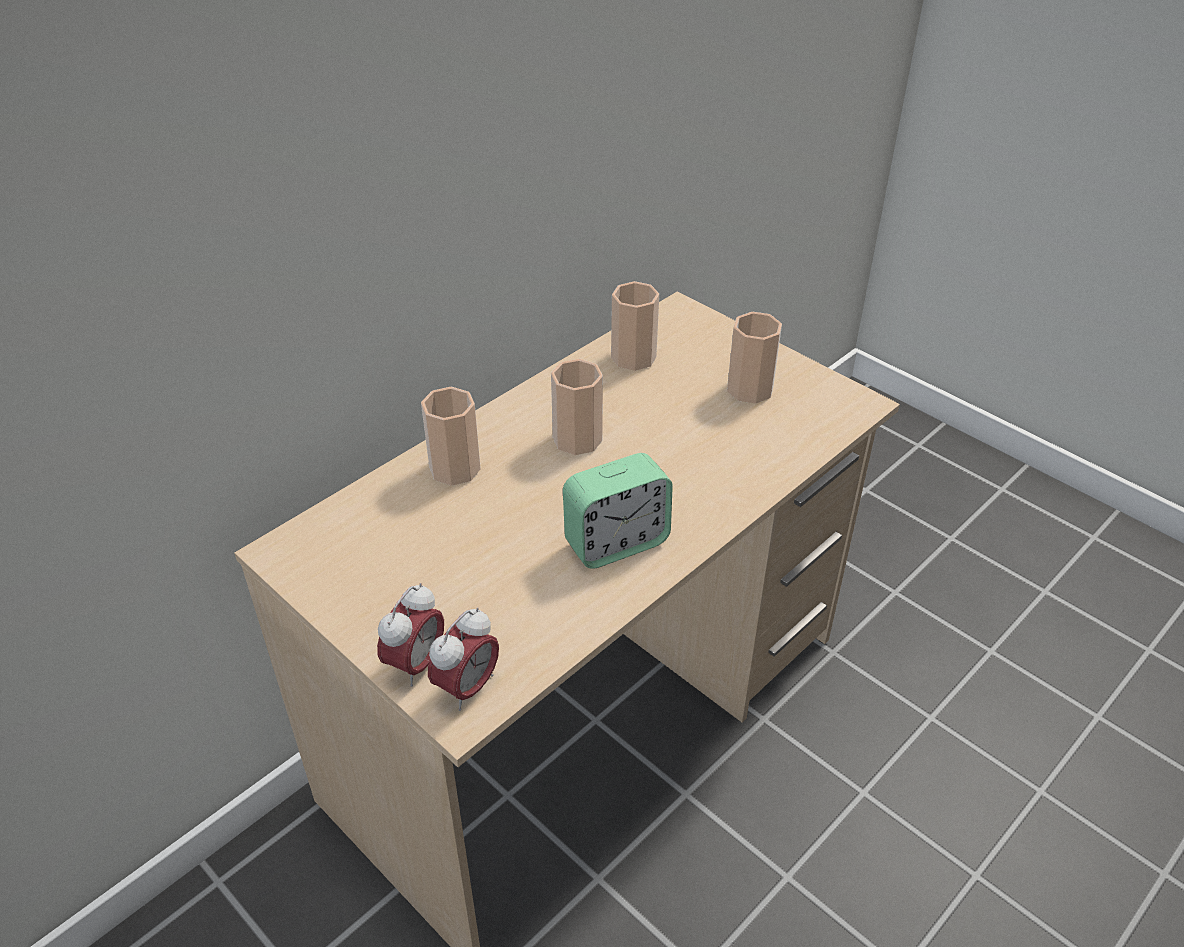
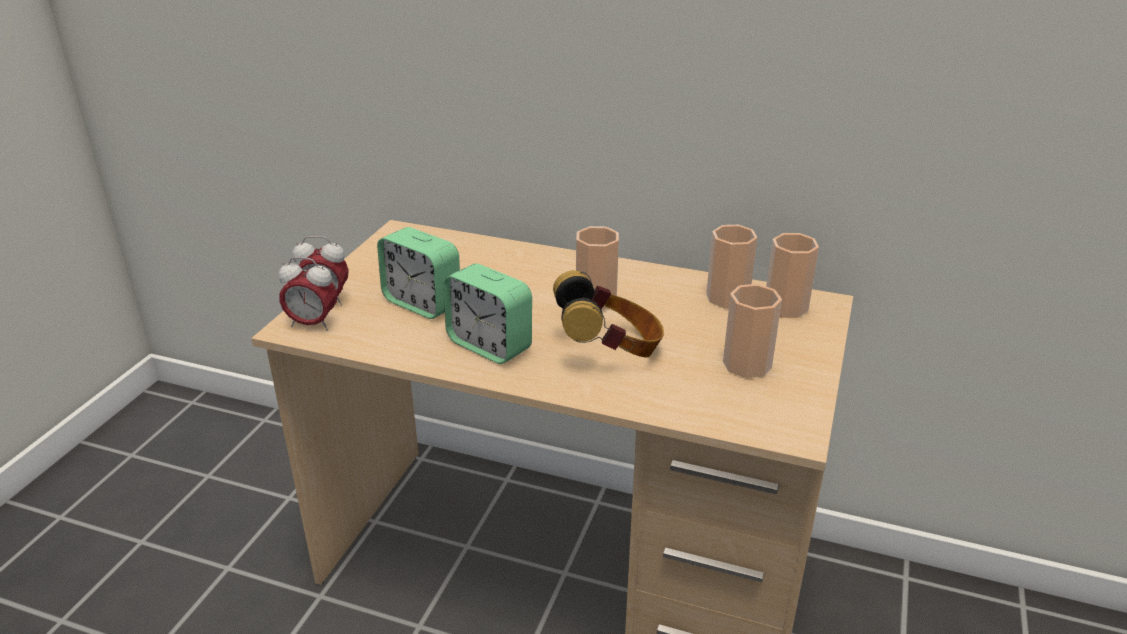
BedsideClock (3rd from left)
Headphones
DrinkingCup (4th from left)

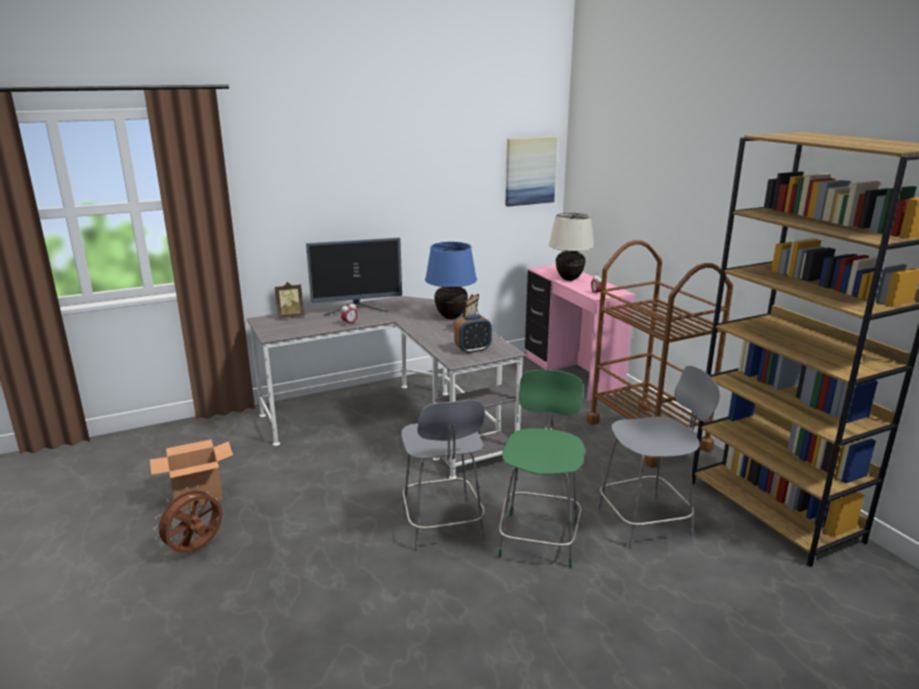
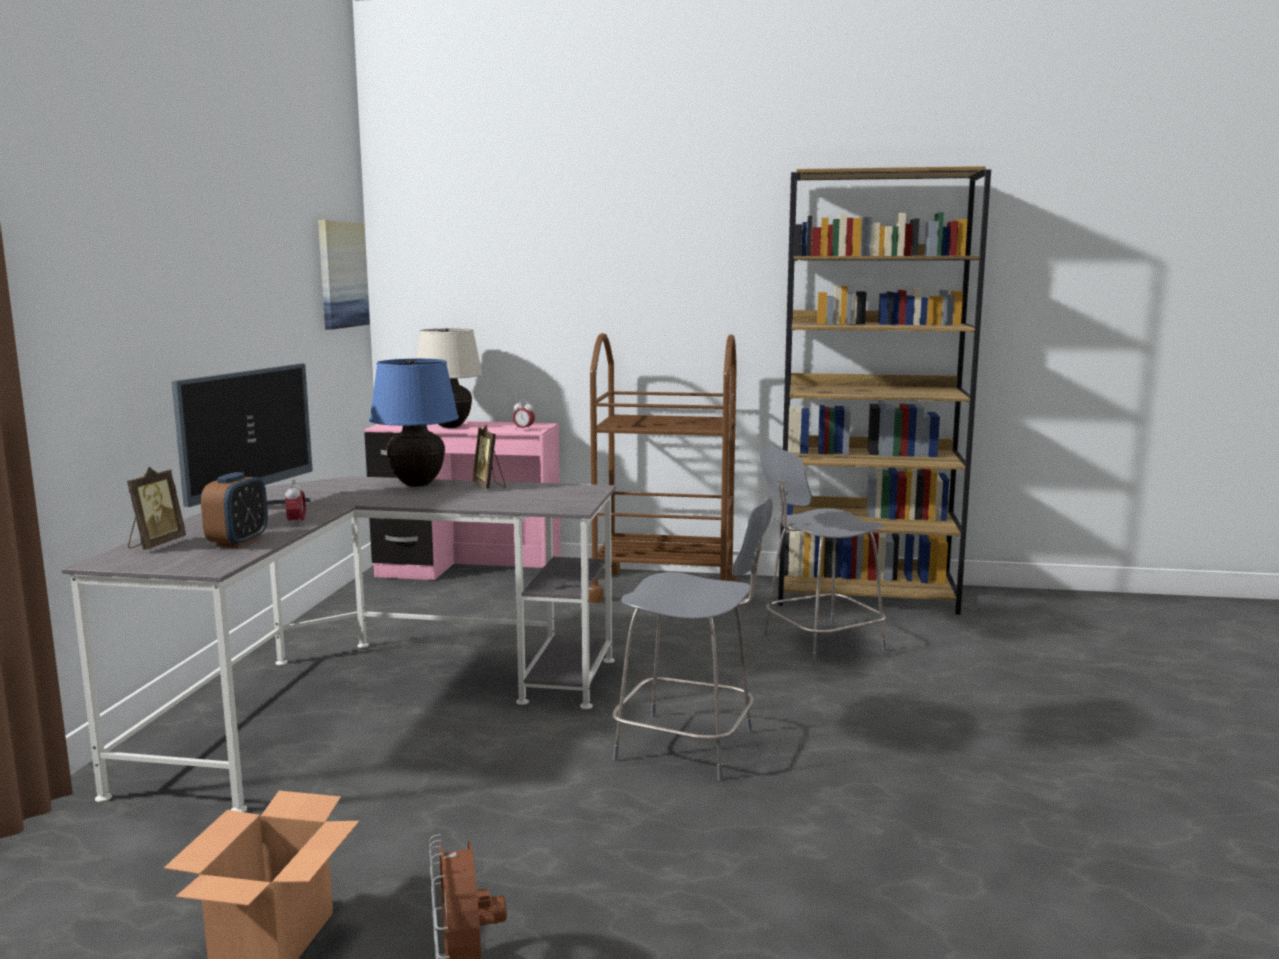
BedsideClock (1st from left)
GrayPlainChair (2nd from left)
GreenColouredPlainChair

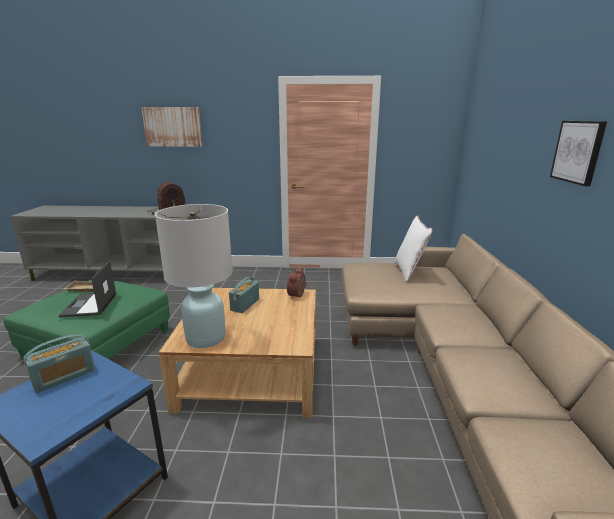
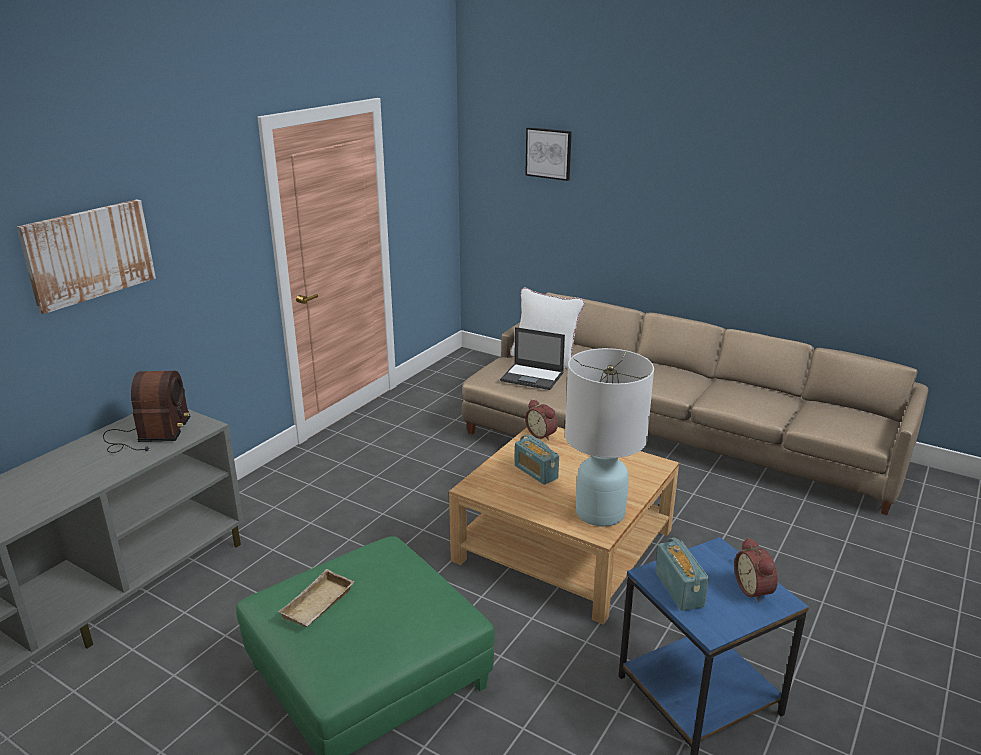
NotebookComputer
WallArt (2nd from left)
BedsideClock (2nd from left)

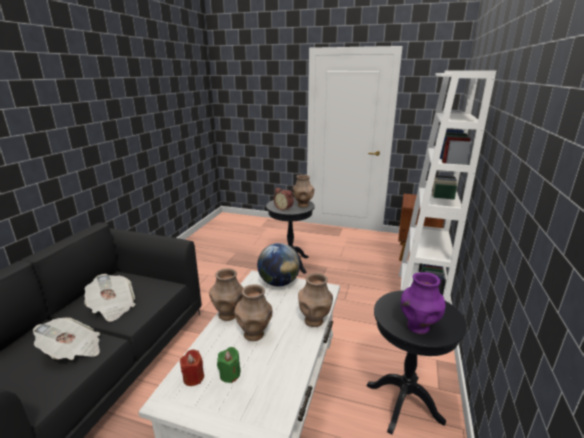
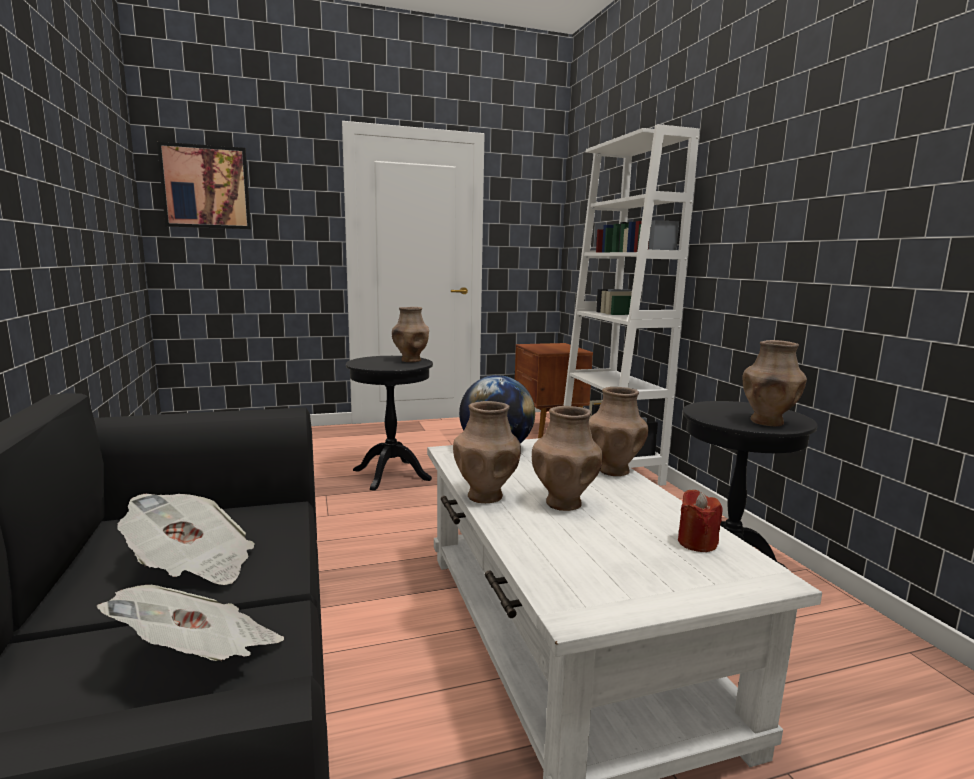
WallArt
RedCandle
BrownColouredFlowerVase (5th from left)
GreenColouredCandle
BedsideClock

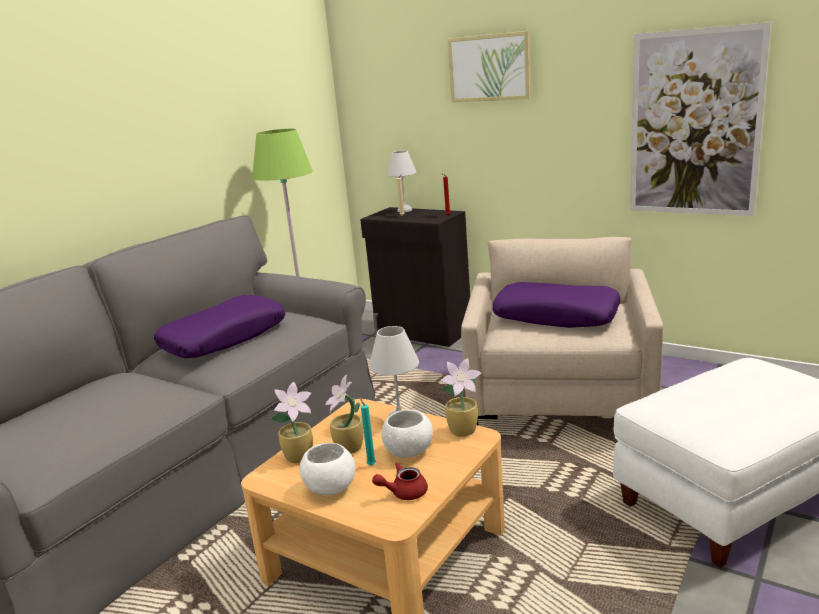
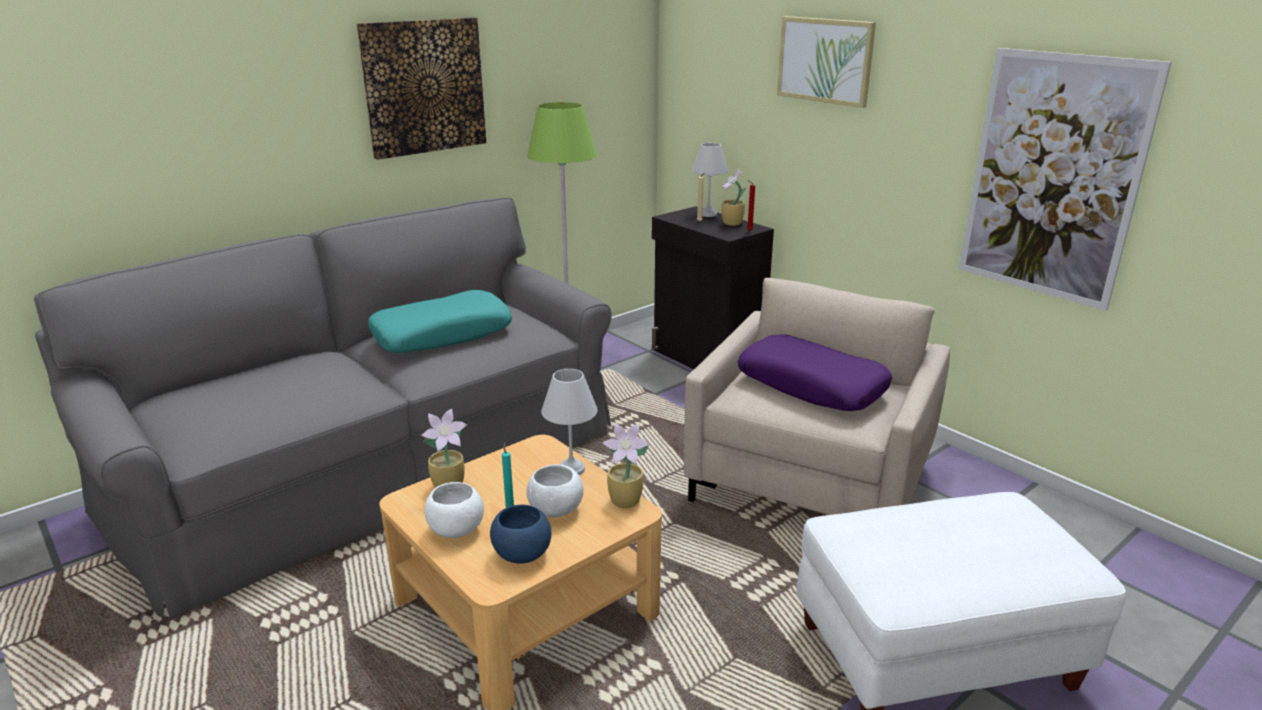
WallArt (1st from left)
TurquoiseColouredCushion
BlueColouredBowl
Houseplant (3rd from left)

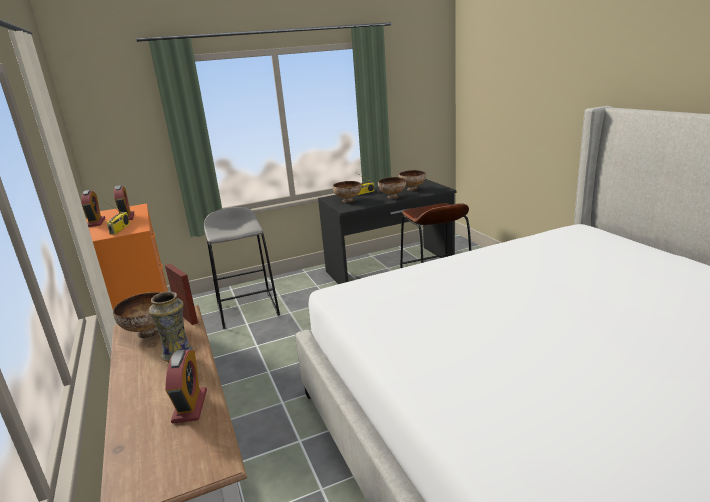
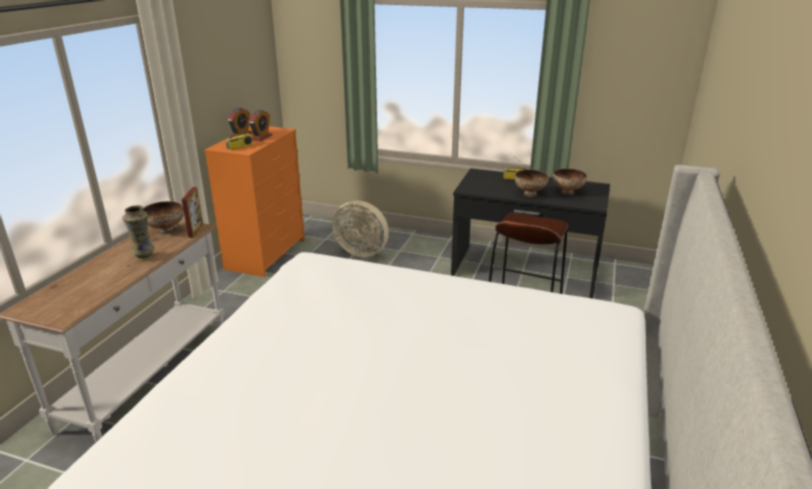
SandColouredFan
BedsideClock (3rd from left in the first image)
Bowl (2nd from left in the first image)

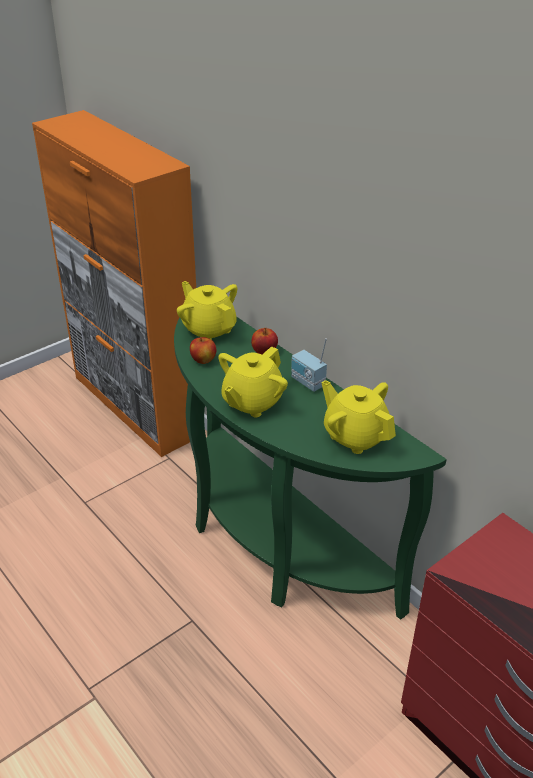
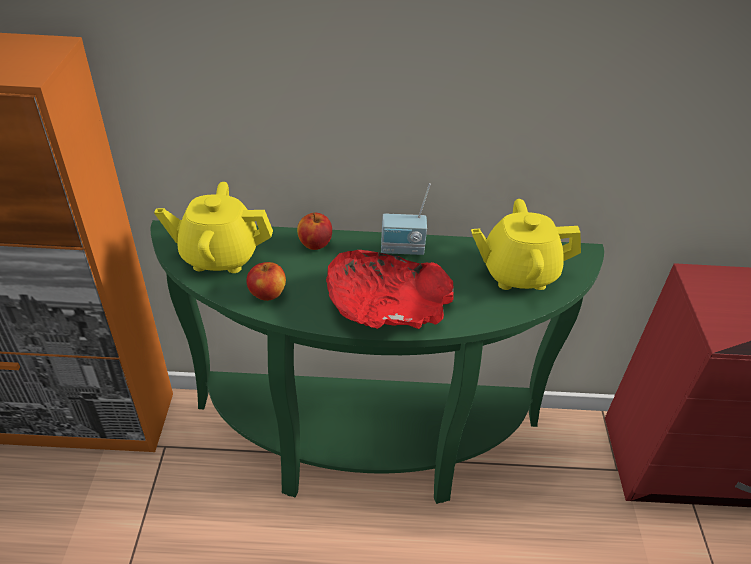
RedBowl

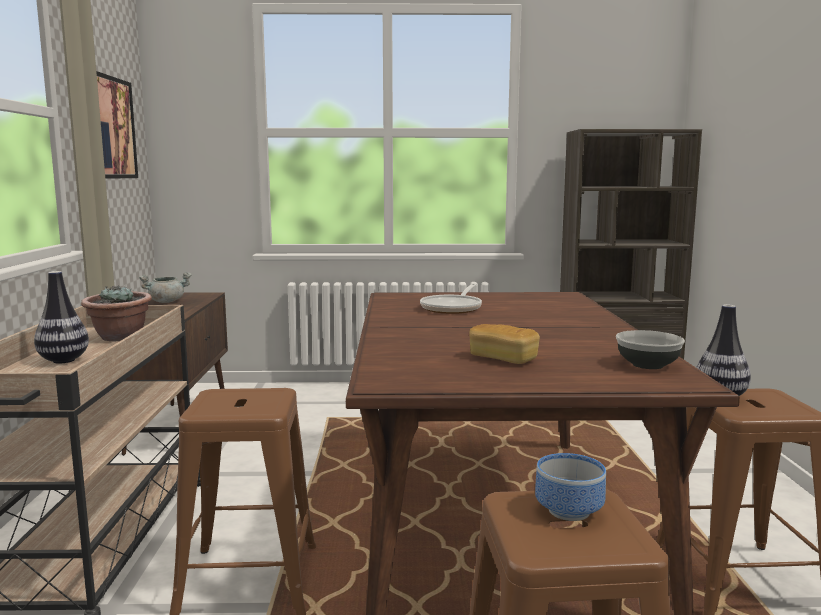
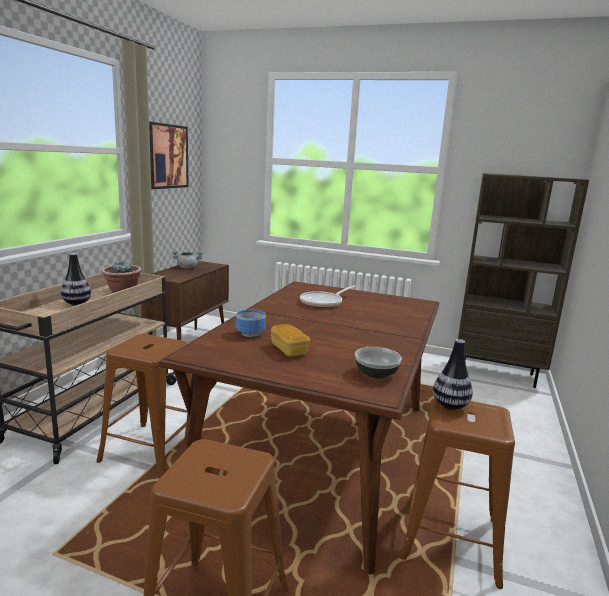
Bowl (1st from left)

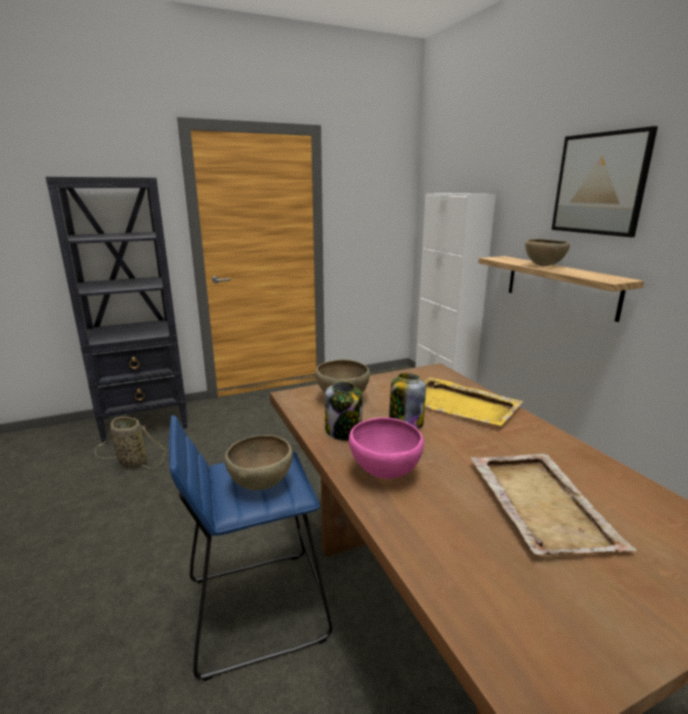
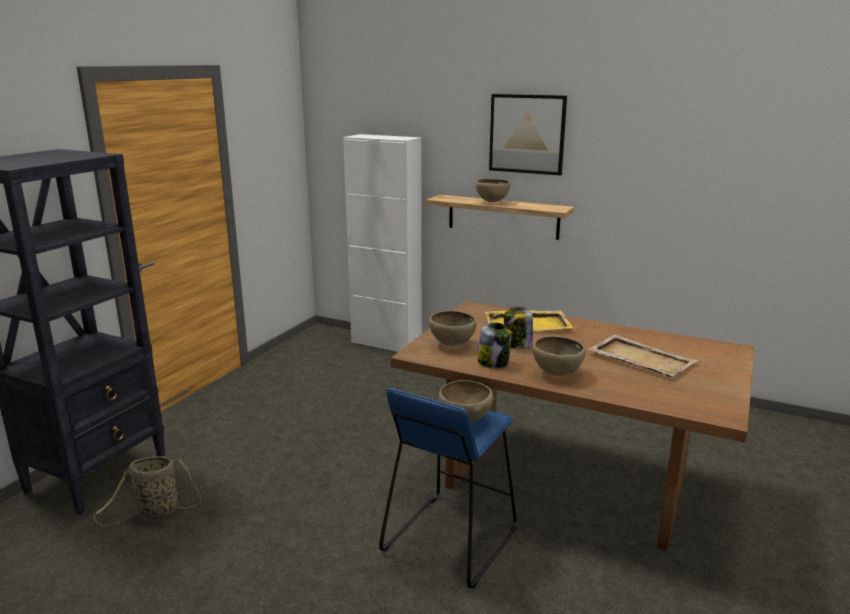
BrownColouredBowl (4th from left)

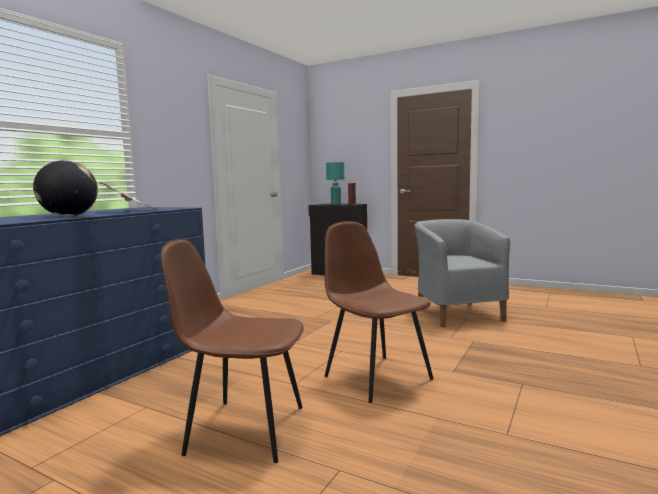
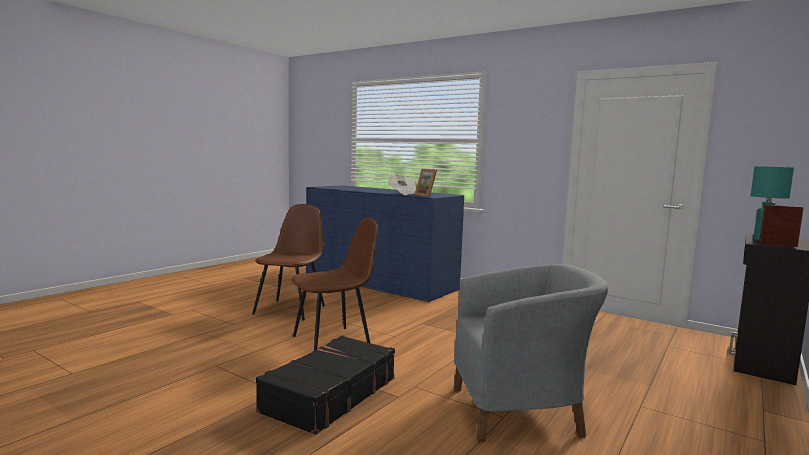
BlackishTravelCase
StandingFrame (1st from left)
DeskGlobe

